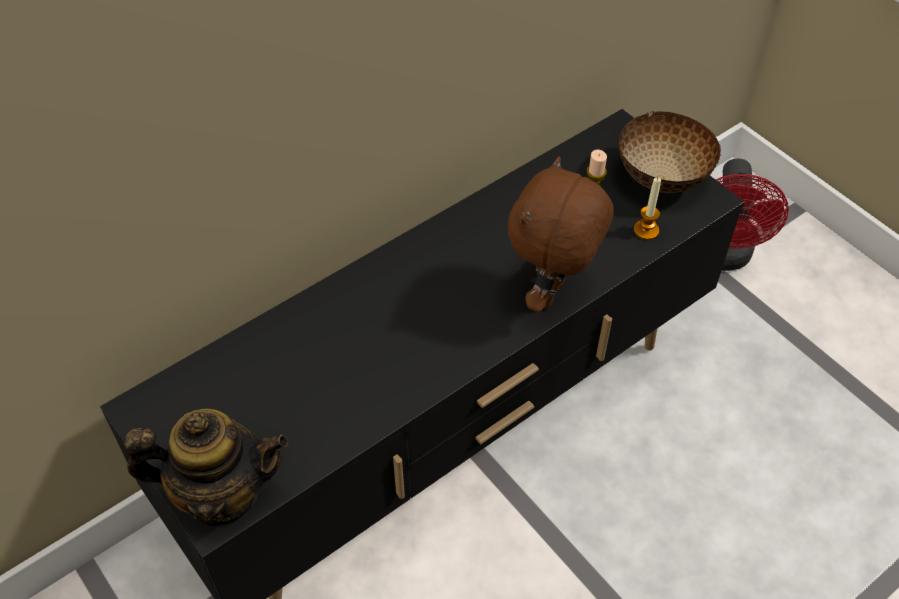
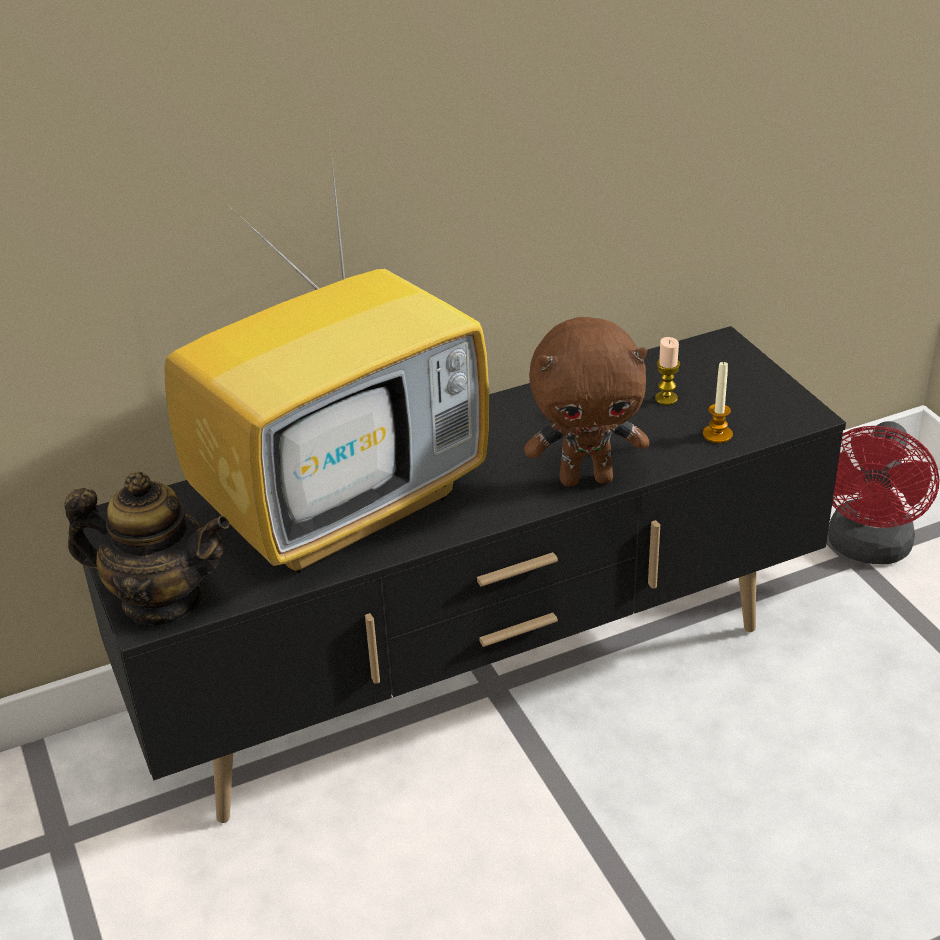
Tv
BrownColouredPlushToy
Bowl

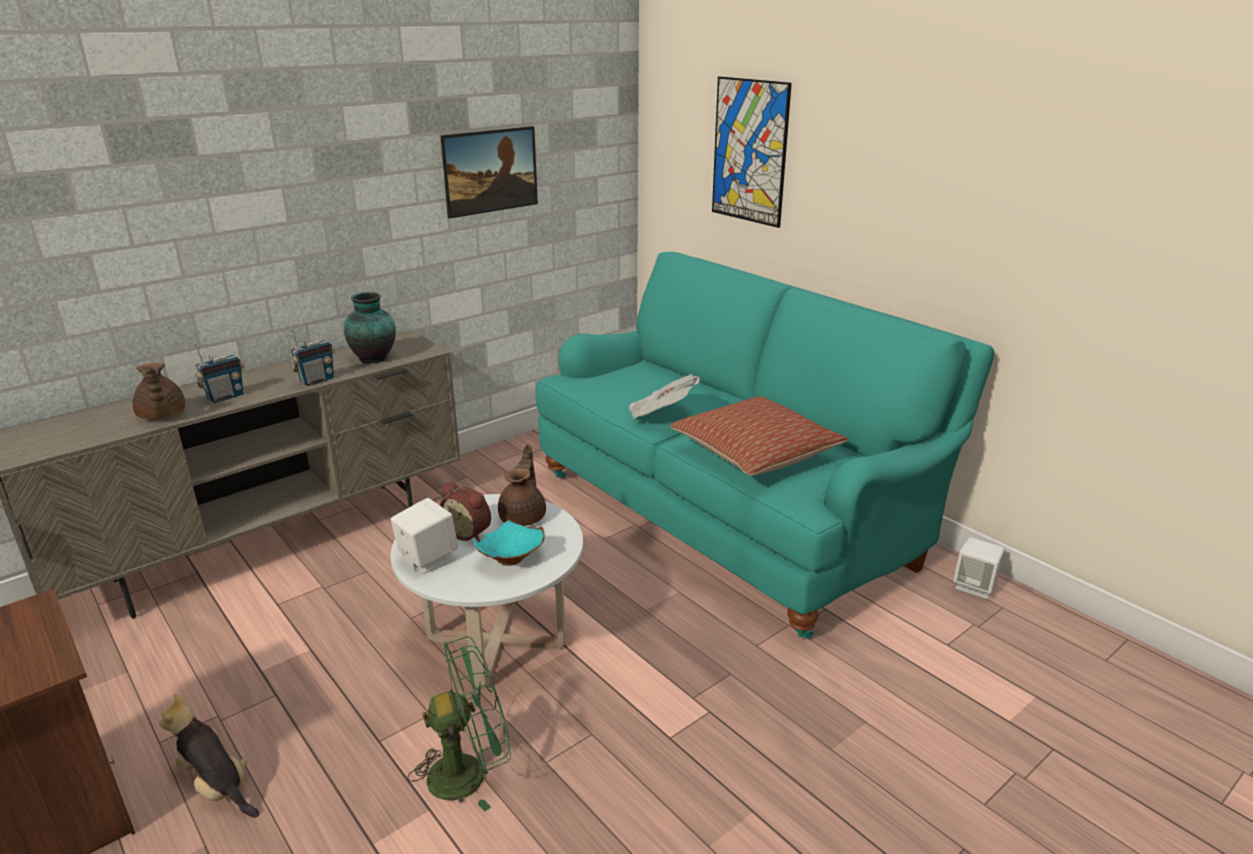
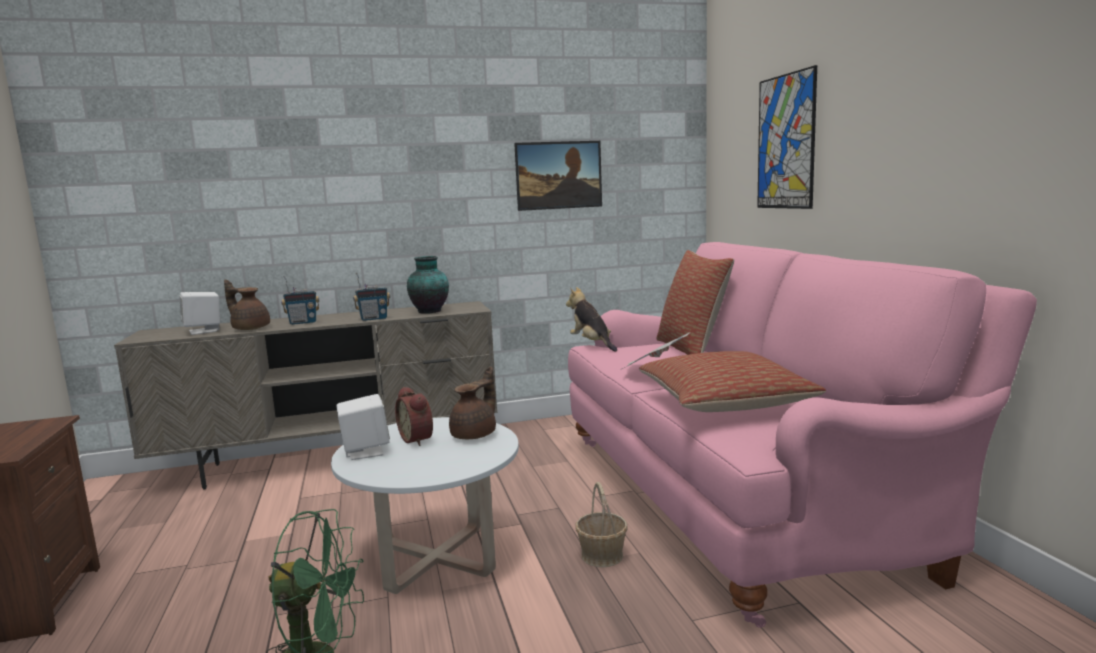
WhiteAudioSpeaker (1st from left)
BrownColouredTeapot (1st from left)
PlushToy
PinkishSettee
StorageBasket
Cushion (1st from left)
TurquoiseColouredBowl

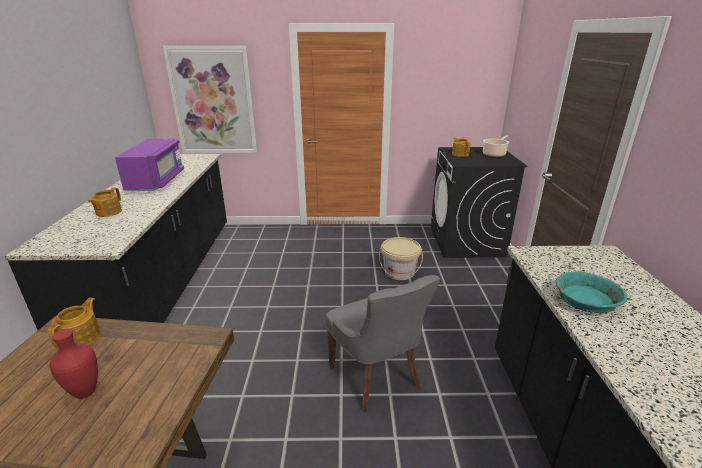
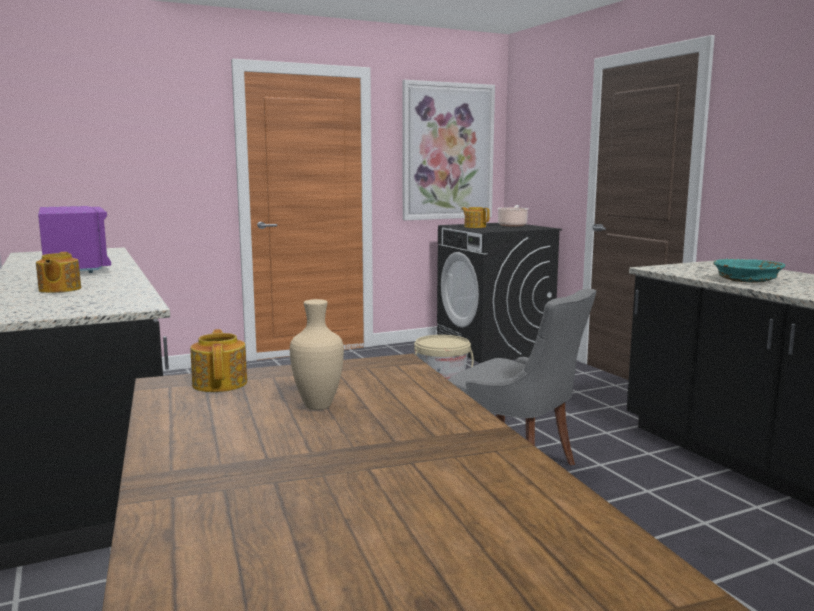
SandColouredFlowerVase
WallArt

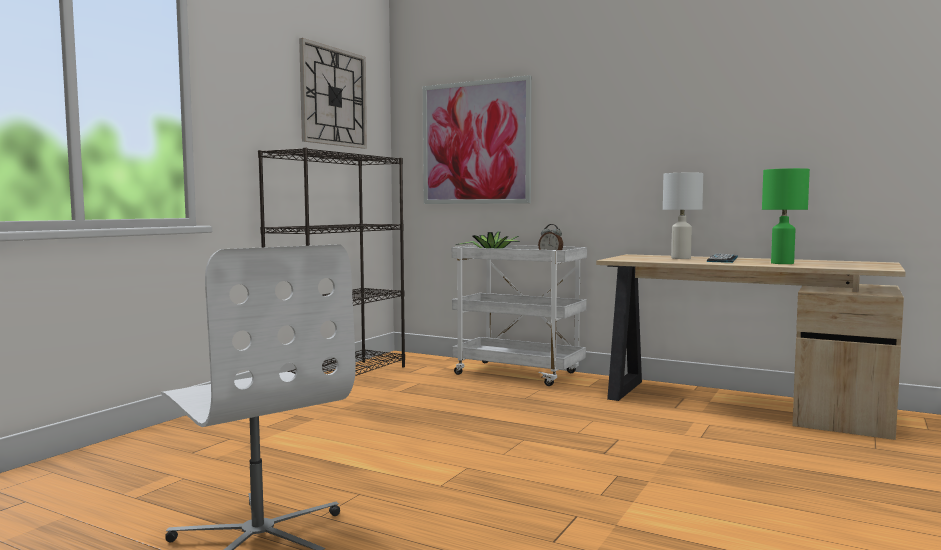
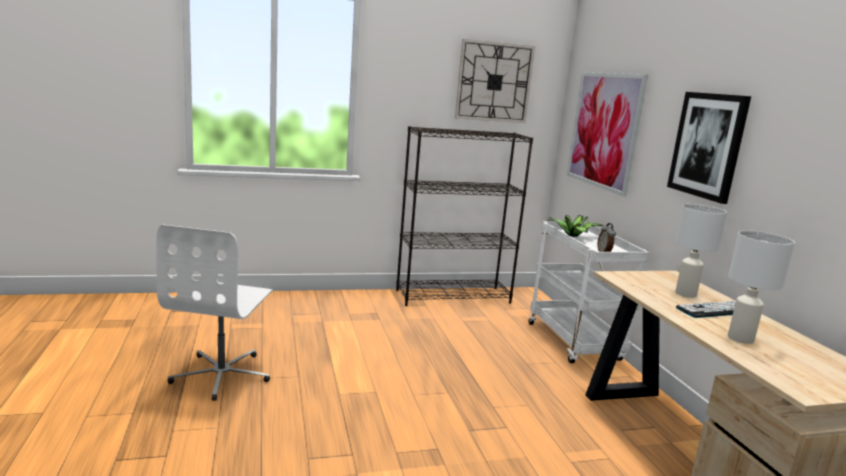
WallArt (2nd from left)
WhiteLampForATable (2nd from left)

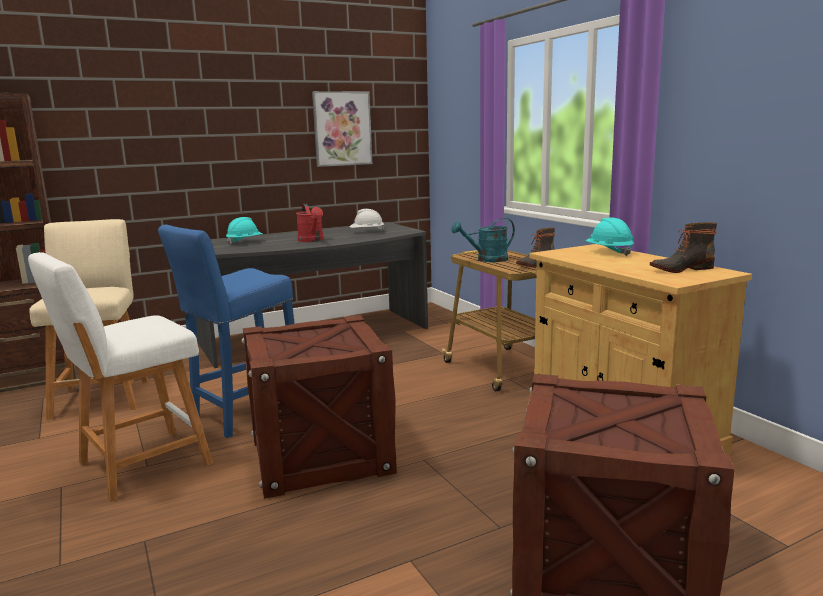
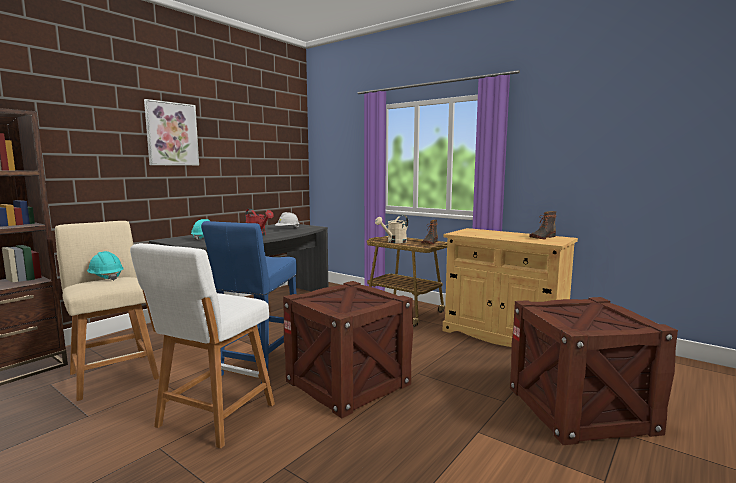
TurquoiseColouredWorkHelmet (1st from left)
WallArt
SandColouredSprinklingCan

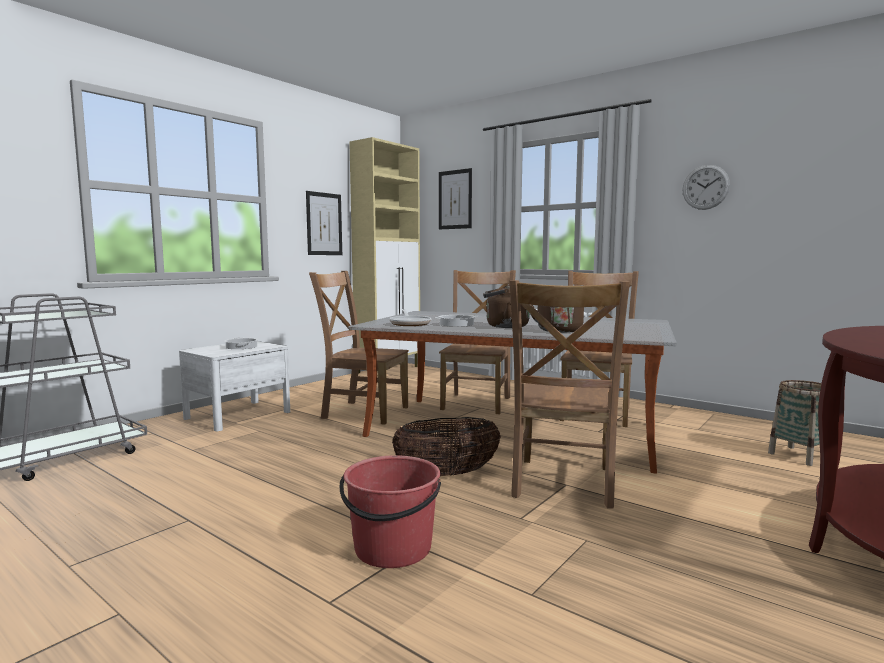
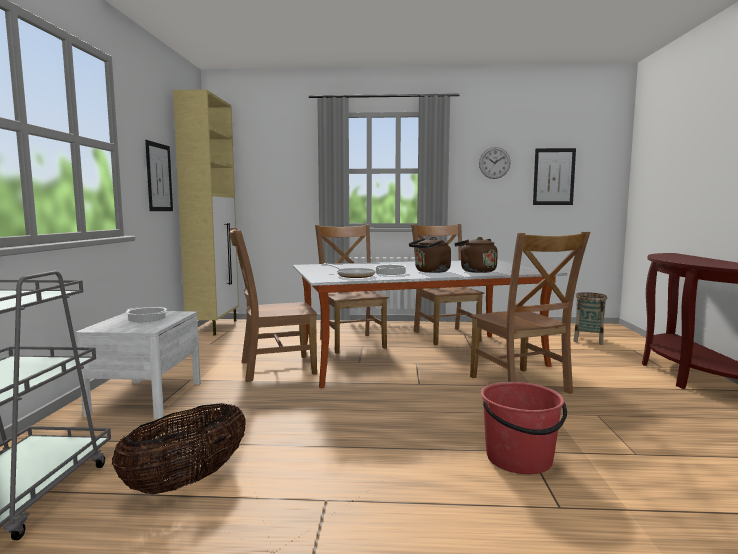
StorageBasket (1st from left)
WallArt (2nd from left)

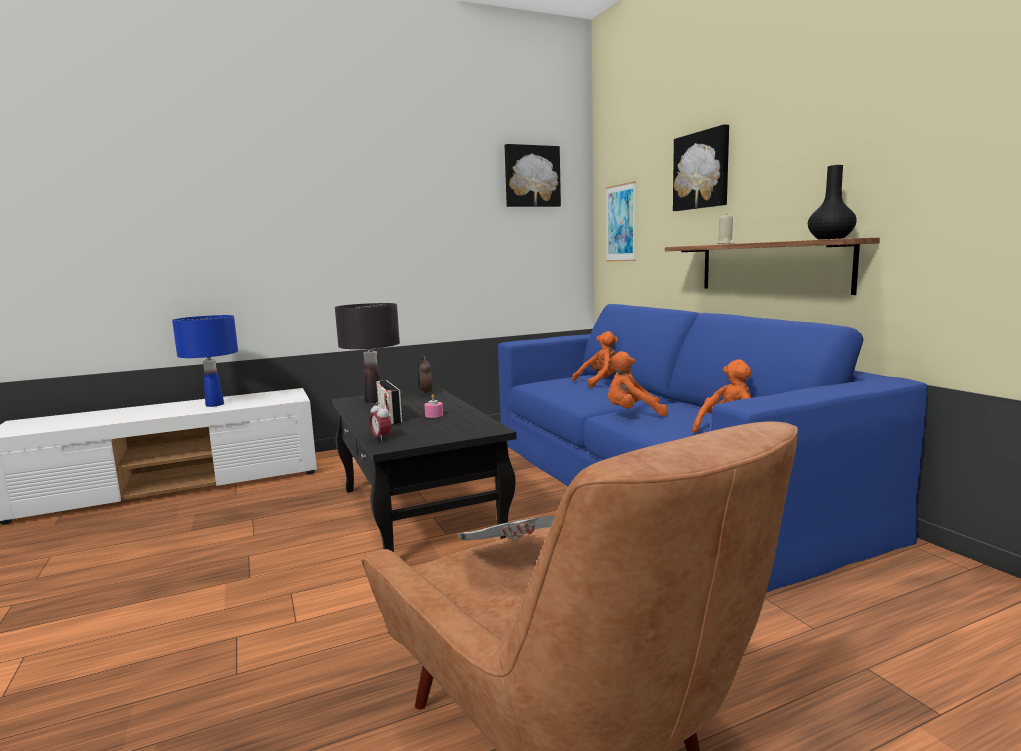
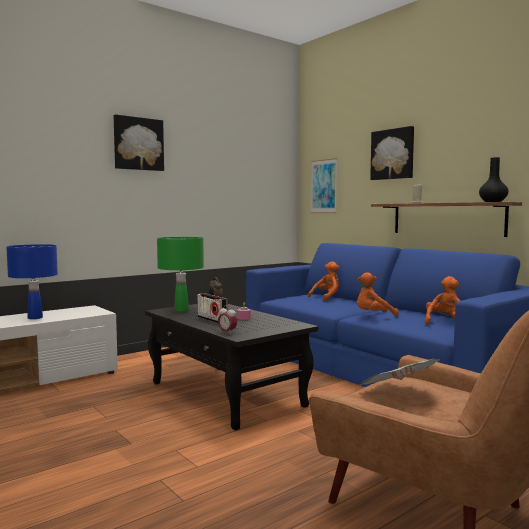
WallArt (1st from left)
GreenColouredLampForATable

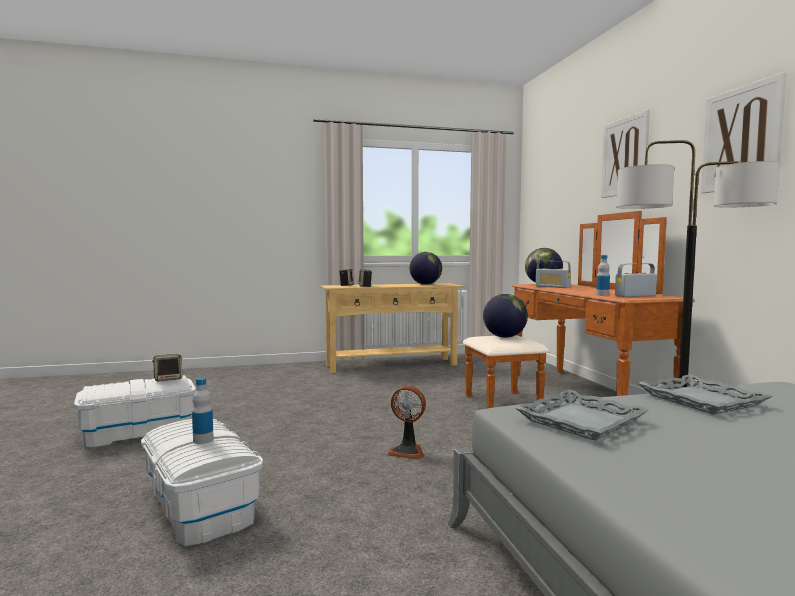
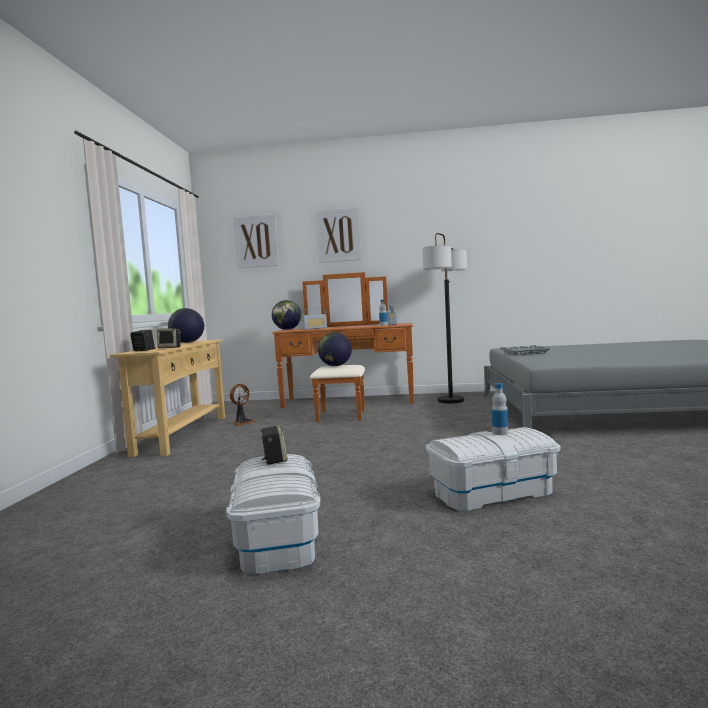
Fan
WallArt (1st from left)
GrayCarryingTray (1st from left in the first image)

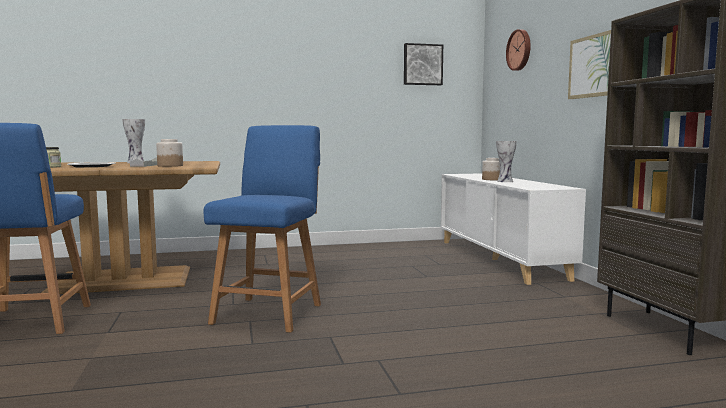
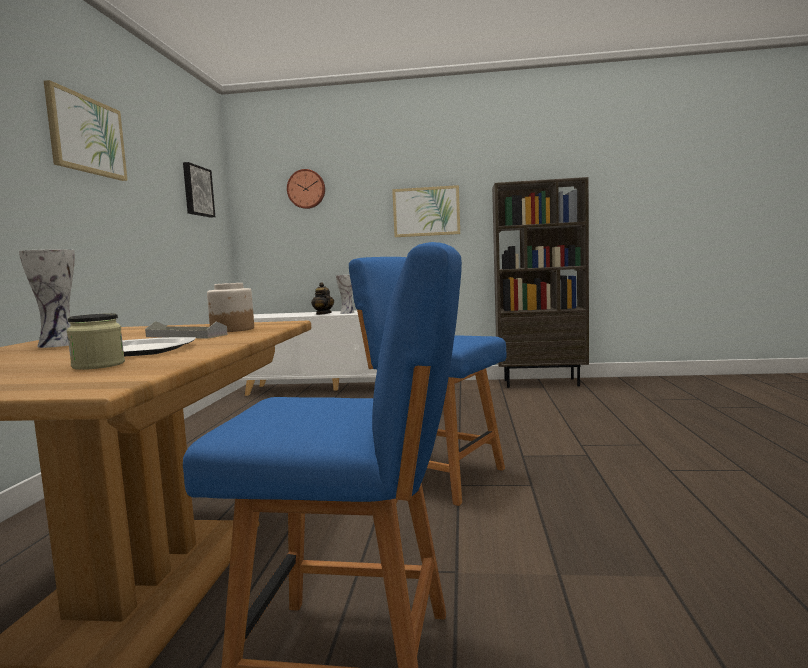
WallArt (1st from left)
Teapot

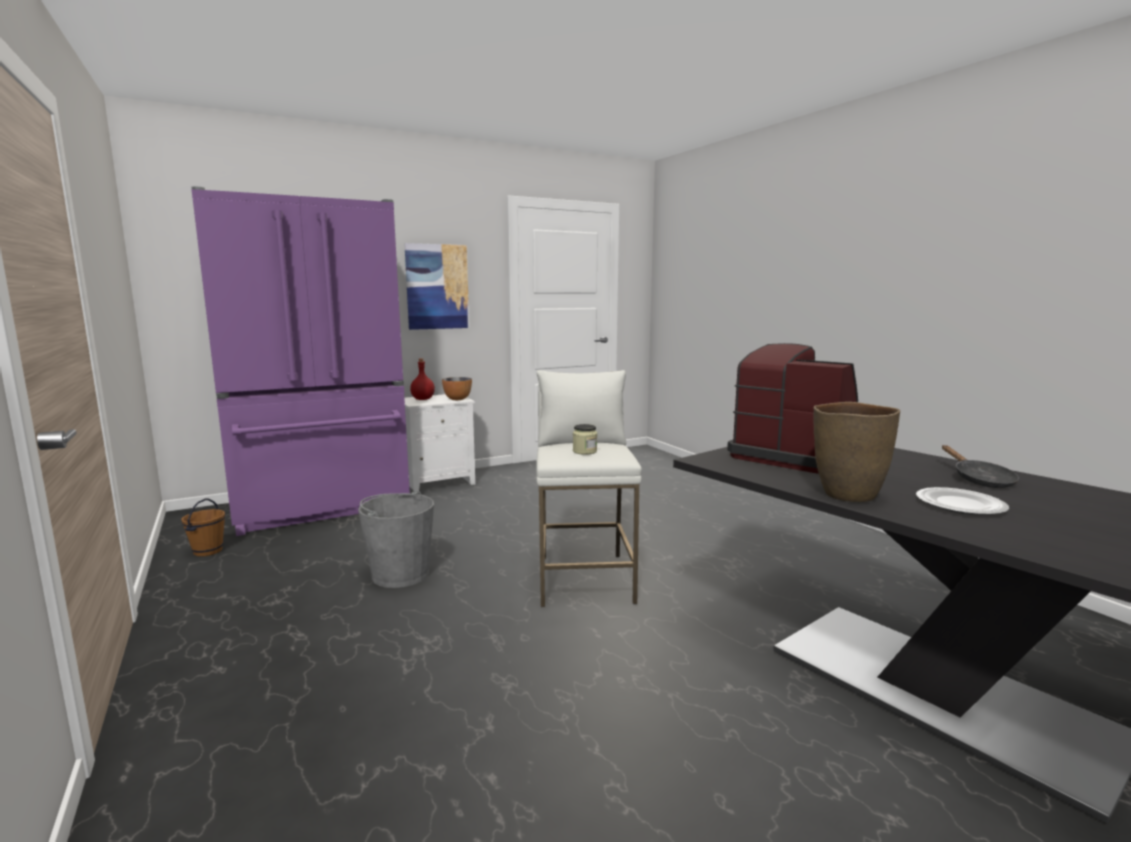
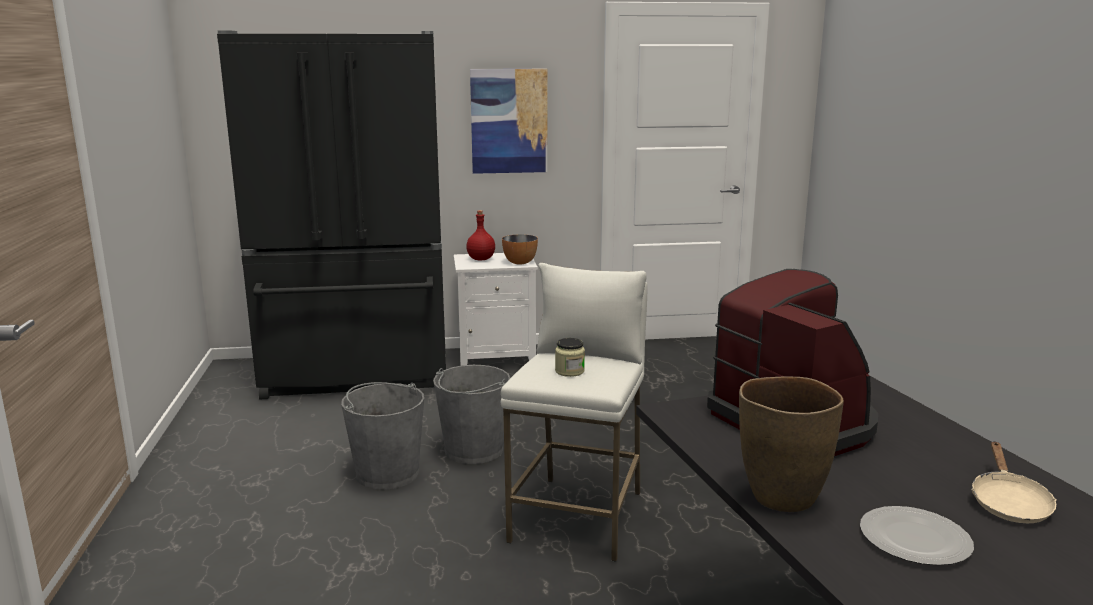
BlackishKitchenFridge
GrayBucket (2nd from left)
SandColouredSkillet
BrownColouredBucket

